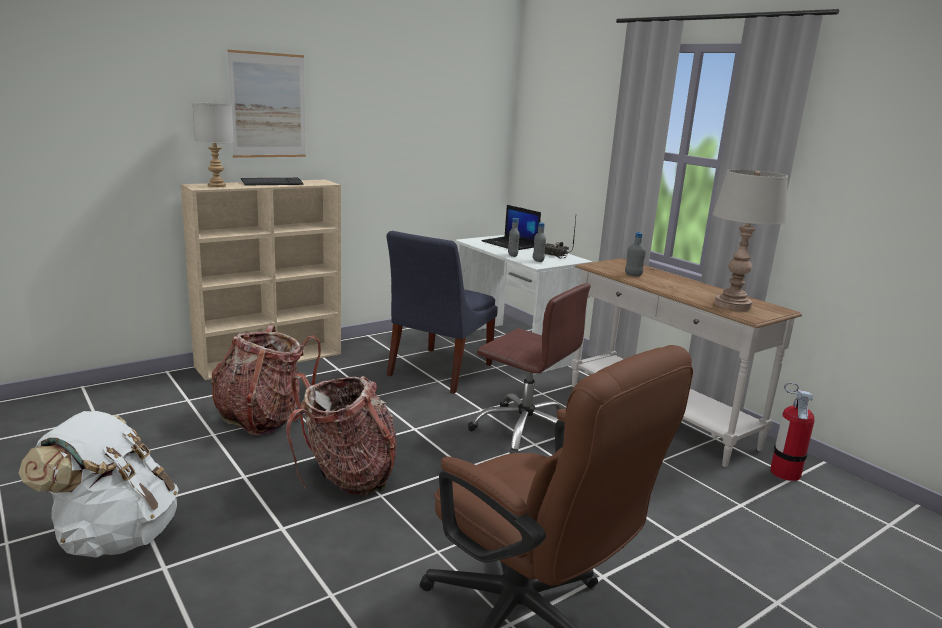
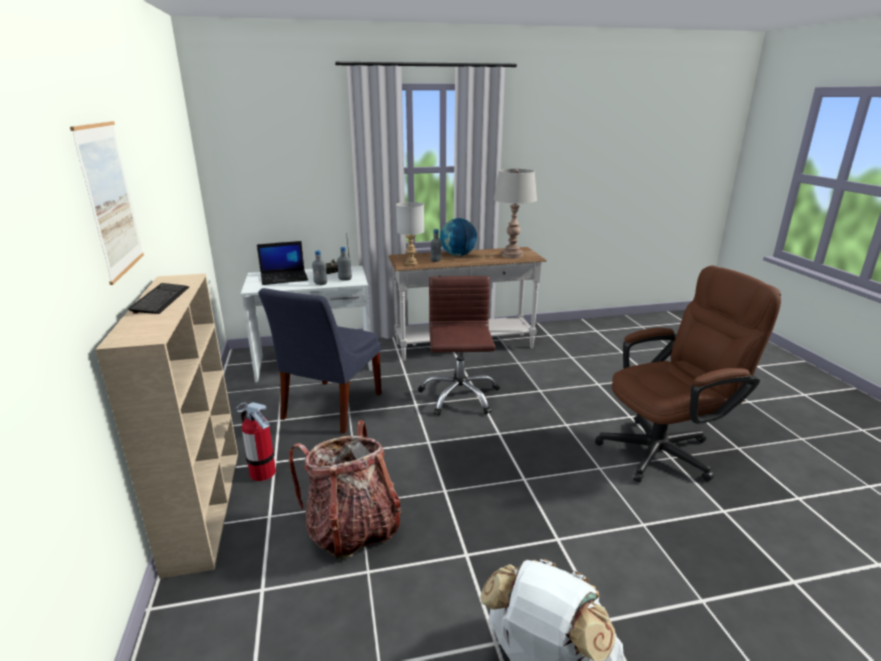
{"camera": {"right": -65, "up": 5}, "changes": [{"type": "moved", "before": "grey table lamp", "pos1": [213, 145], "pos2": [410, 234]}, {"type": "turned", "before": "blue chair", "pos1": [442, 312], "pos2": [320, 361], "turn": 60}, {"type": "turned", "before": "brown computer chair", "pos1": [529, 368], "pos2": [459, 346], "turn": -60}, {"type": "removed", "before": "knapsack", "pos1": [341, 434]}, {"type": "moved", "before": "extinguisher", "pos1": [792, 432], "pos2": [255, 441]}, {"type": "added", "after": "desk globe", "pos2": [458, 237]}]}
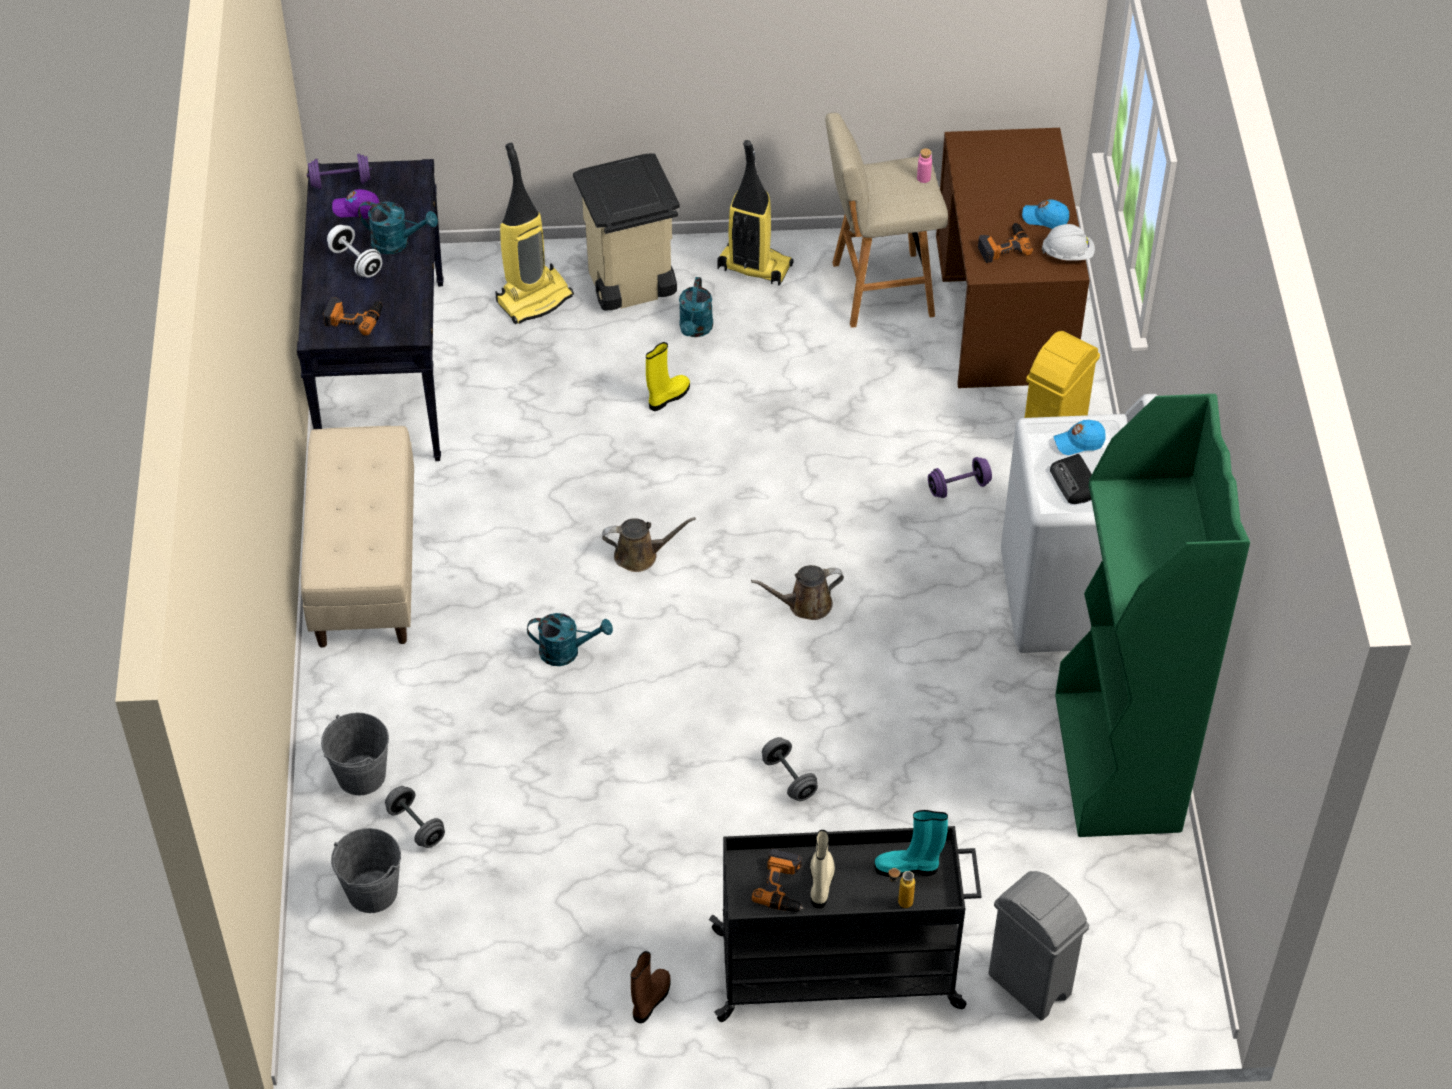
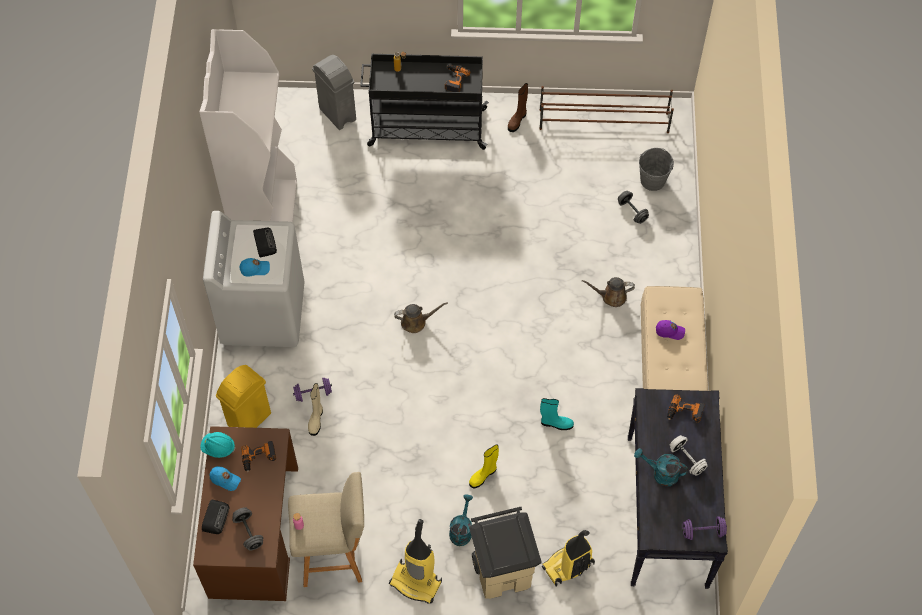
{"camera": {"right": -175, "up": 10}, "changes": [{"type": "moved", "before": "purple-coloured peaked cap", "pos1": [355, 203], "pos2": [670, 330]}, {"type": "recoloured", "before": "white-coloured safety helmet", "after": "blue-green safety helmet", "pos1": [1068, 242], "pos2": [218, 445]}, {"type": "recoloured", "before": "green-coloured shelving unit", "after": "white-coloured shelving unit", "pos1": [1152, 615], "pos2": [248, 125]}, {"type": "moved", "before": "brown watering can", "pos1": [649, 544], "pos2": [608, 292]}, {"type": "removed", "before": "blue-green watering can", "pos1": [570, 639]}, {"type": "removed", "before": "grey bucket", "pos1": [355, 754]}, {"type": "moved", "before": "grey hand weight", "pos1": [790, 769], "pos2": [247, 529]}, {"type": "moved", "before": "blue-green boot", "pos1": [911, 843], "pos2": [557, 414]}, {"type": "moved", "before": "sand-coloured boot", "pos1": [822, 869], "pos2": [315, 409]}, {"type": "added", "after": "brown shoe rack", "pos2": [606, 109]}, {"type": "added", "after": "radio", "pos2": [216, 516]}]}
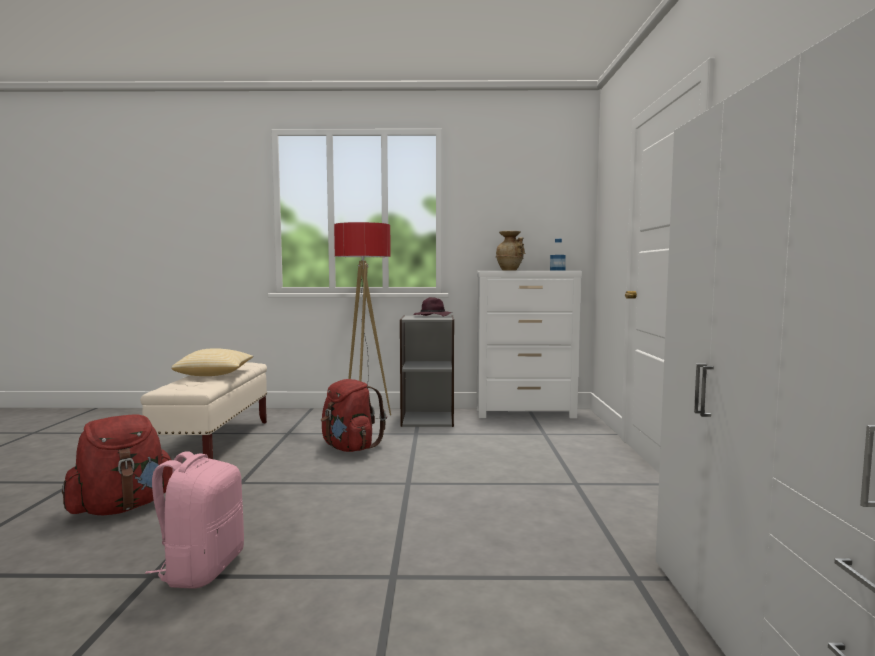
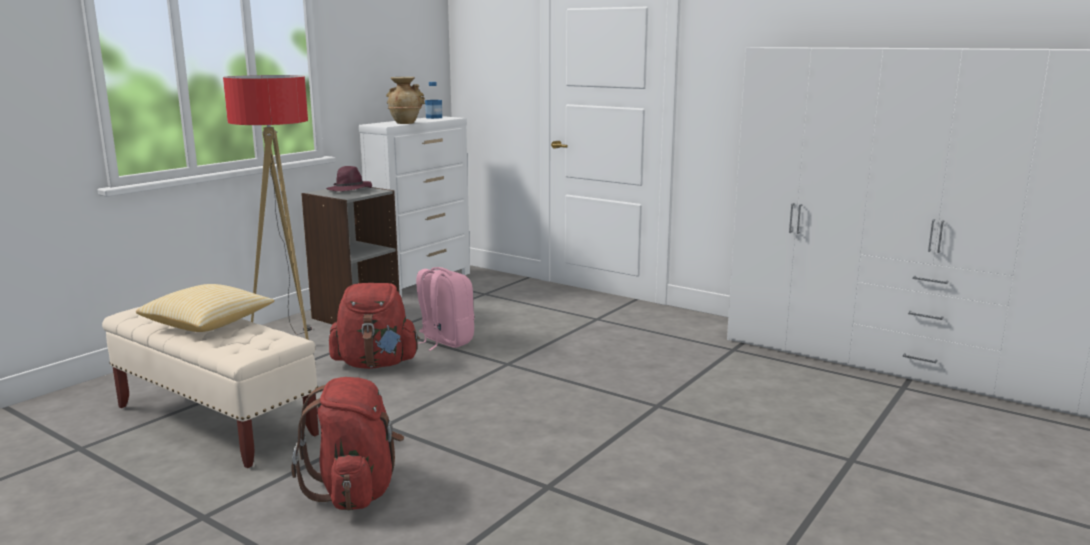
{"camera": {"right": -55, "up": 10}, "changes": [{"type": "moved", "before": "pink knapsack", "pos1": [194, 520], "pos2": [445, 309]}]}
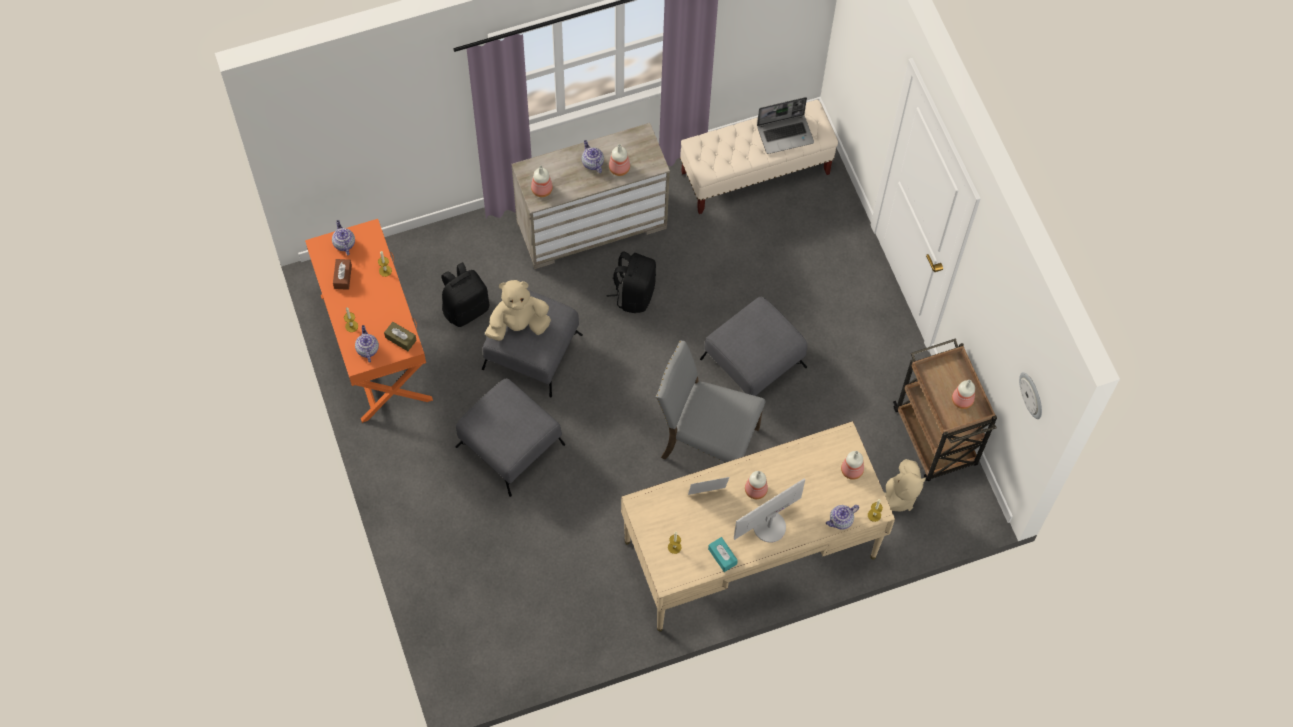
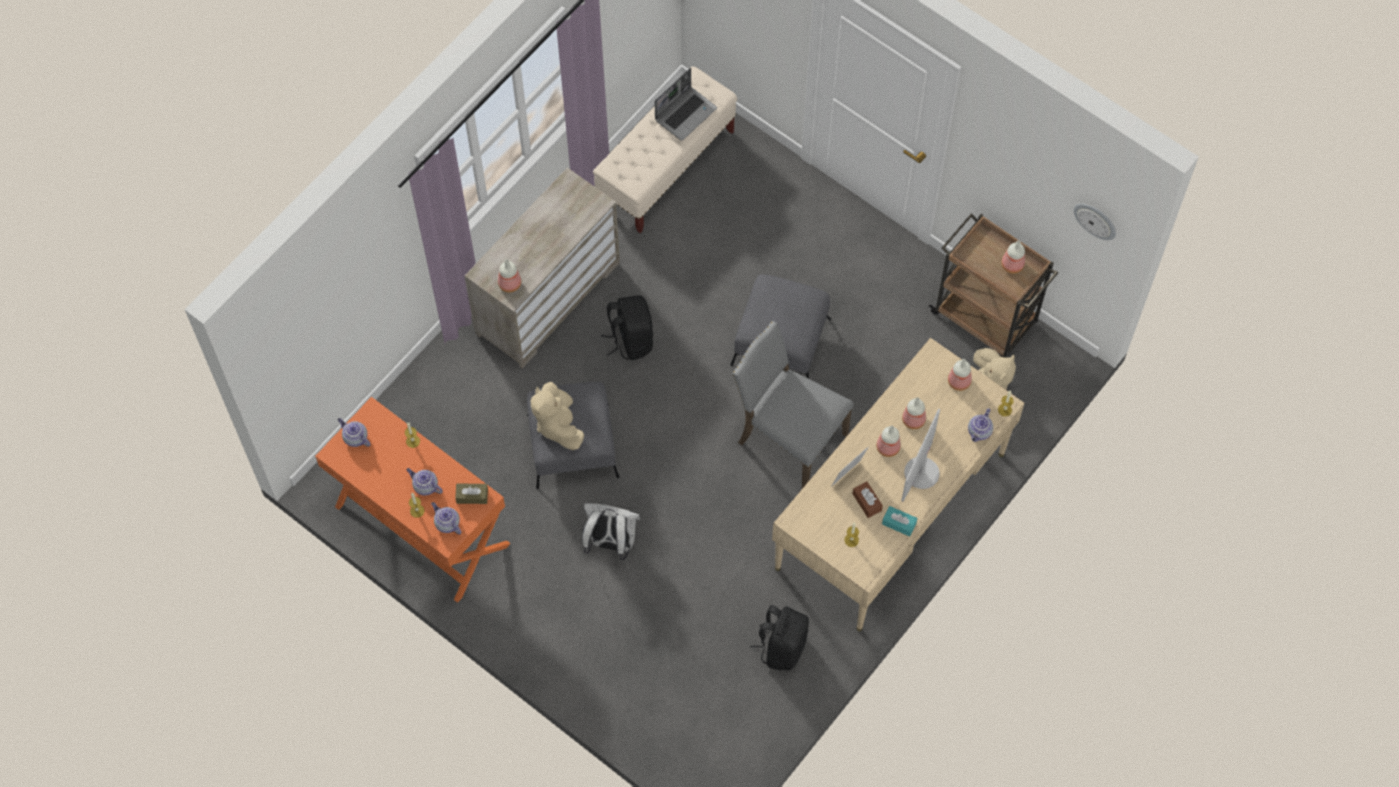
{"camera": {"right": -30, "up": 0}, "changes": [{"type": "moved", "before": "tea pot", "pos1": [593, 156], "pos2": [424, 481]}, {"type": "moved", "before": "beverage bottle", "pos1": [619, 160], "pos2": [914, 413]}, {"type": "moved", "before": "brown box of tissues", "pos1": [342, 274], "pos2": [867, 499]}, {"type": "moved", "before": "black knapsack", "pos1": [465, 294], "pos2": [779, 638]}, {"type": "turned", "before": "sand-coloured plush toy", "pos1": [518, 310], "pos2": [557, 416], "turn": -60}, {"type": "turned", "before": "grey chair", "pos1": [710, 401], "pos2": [793, 404], "turn": 45}, {"type": "replaced", "before": "grey footrest", "after": "white-coloured knapsack", "pos1": [510, 437], "pos2": [611, 531]}]}
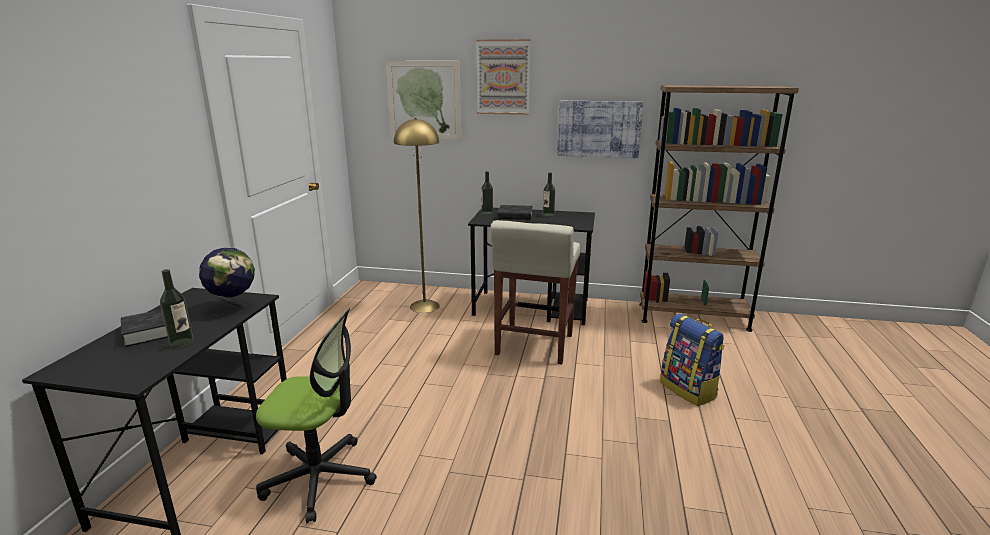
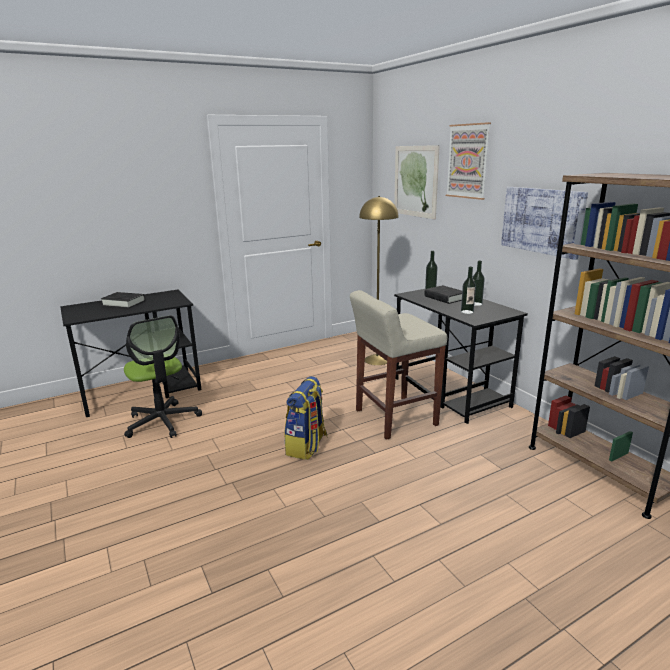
{"camera": {"right": 50, "up": 0}, "changes": [{"type": "removed", "before": "desk globe", "pos1": [227, 282]}, {"type": "moved", "before": "beverage bottle", "pos1": [177, 308], "pos2": [468, 290]}, {"type": "moved", "before": "knapsack", "pos1": [692, 360], "pos2": [306, 418]}]}
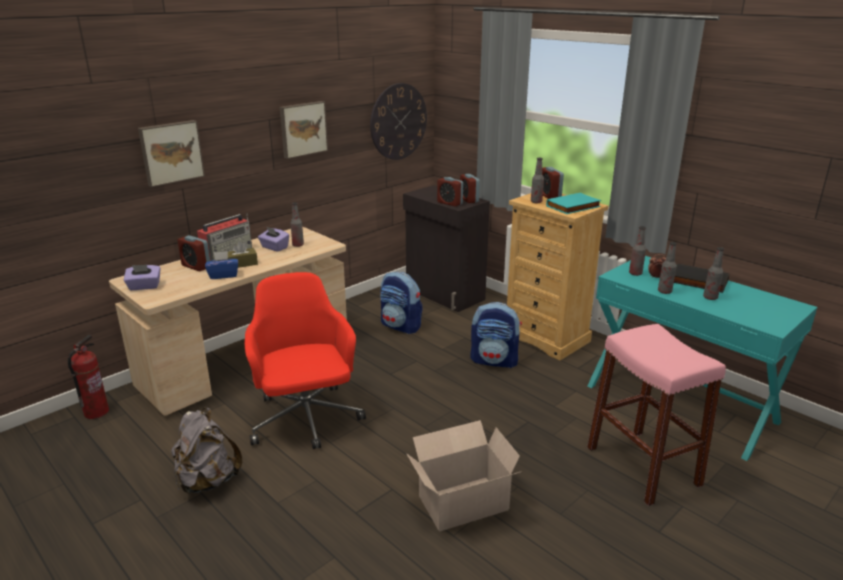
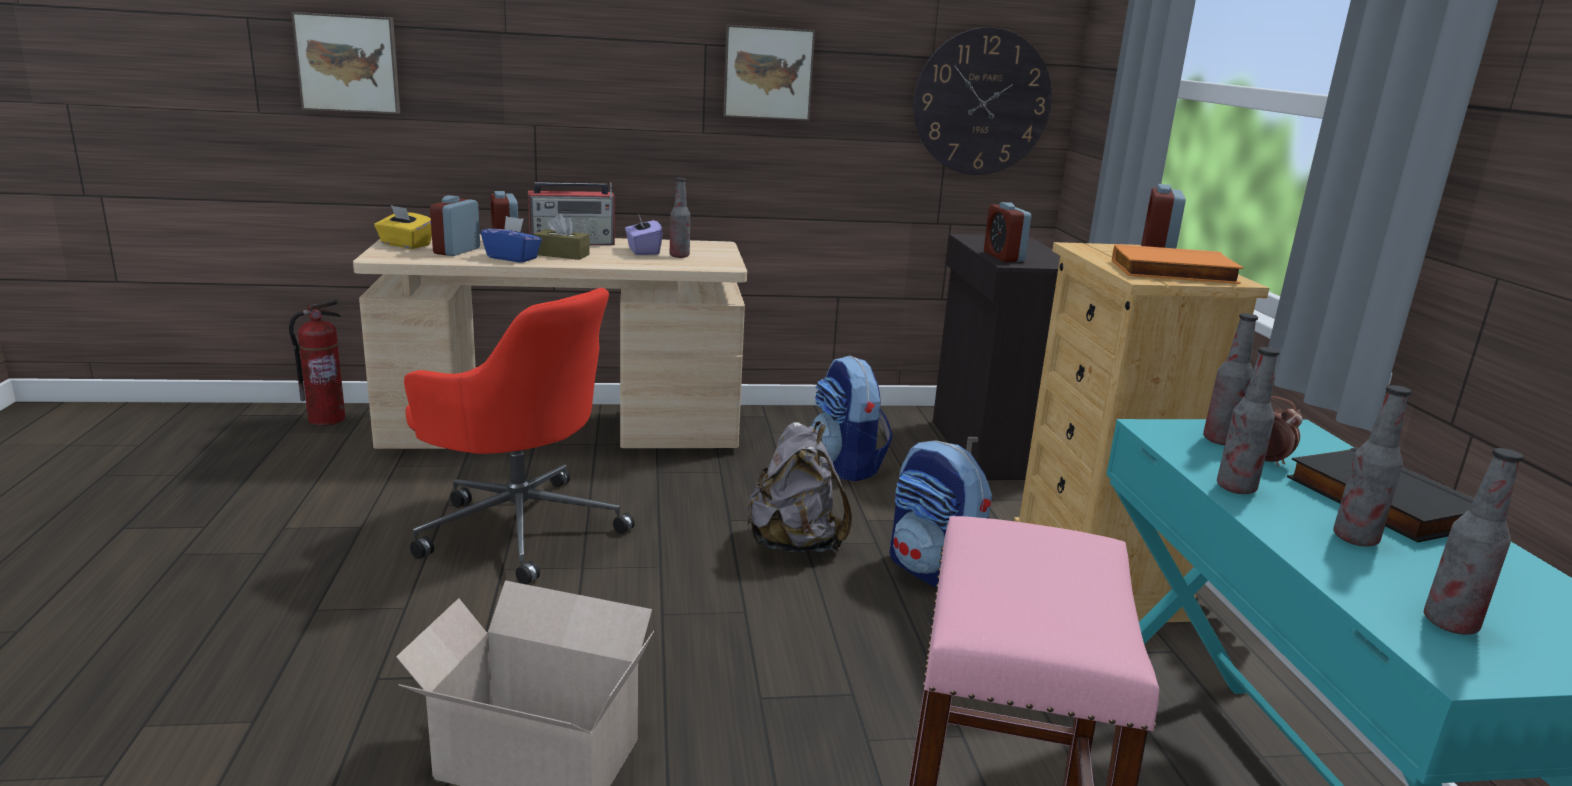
{"camera": {"right": 35, "up": -5}, "changes": [{"type": "moved", "before": "wall art", "pos1": [171, 153], "pos2": [345, 63]}, {"type": "moved", "before": "beverage bottle", "pos1": [537, 180], "pos2": [1474, 541]}, {"type": "moved", "before": "bedside clock", "pos1": [470, 188], "pos2": [455, 225]}, {"type": "recoloured", "before": "blue-green bound book", "after": "orange-coloured bound book", "pos1": [573, 203], "pos2": [1178, 264]}, {"type": "recoloured", "before": "purple-coloured box of tissues", "after": "yellowish box of tissues", "pos1": [142, 277], "pos2": [403, 227]}, {"type": "turned", "before": "red computer chair", "pos1": [305, 360], "pos2": [519, 436], "turn": 105}, {"type": "moved", "before": "grey knapsack", "pos1": [206, 451], "pos2": [799, 486]}]}
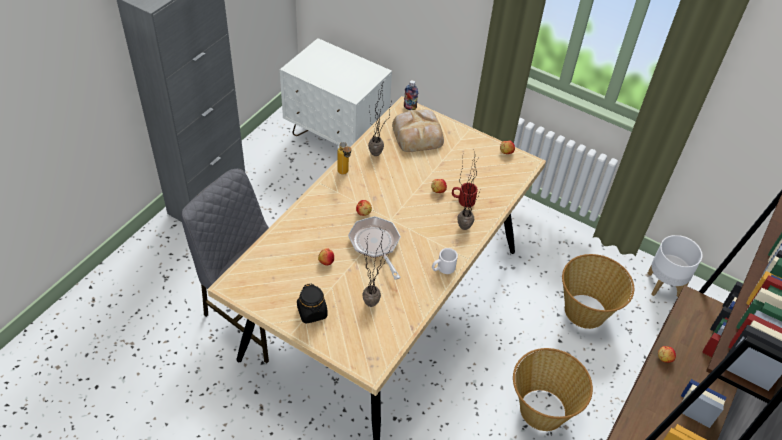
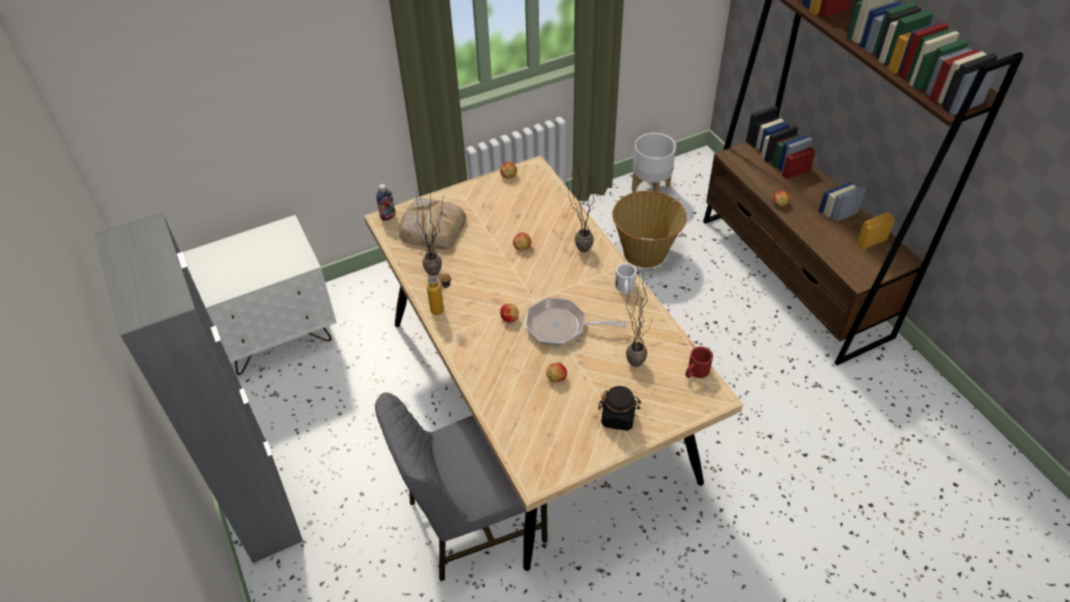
{"camera": {"right": -55, "up": 0}, "changes": [{"type": "moved", "before": "red mug", "pos1": [465, 195], "pos2": [699, 362]}, {"type": "removed", "before": "household basket", "pos1": [553, 389]}]}
